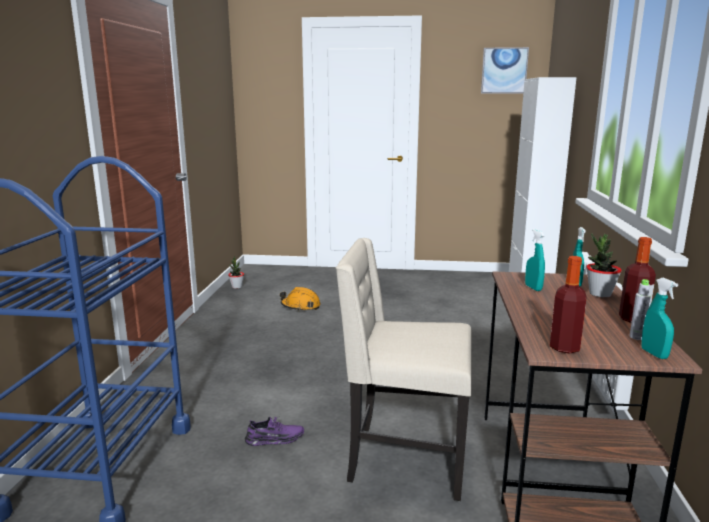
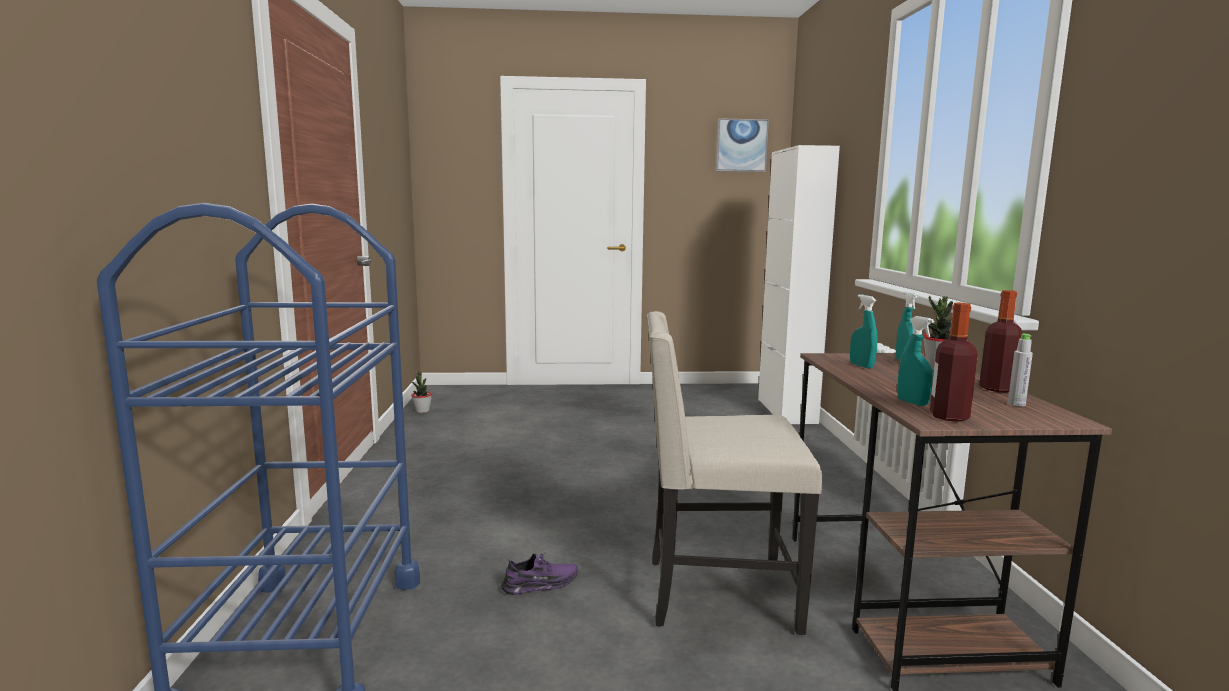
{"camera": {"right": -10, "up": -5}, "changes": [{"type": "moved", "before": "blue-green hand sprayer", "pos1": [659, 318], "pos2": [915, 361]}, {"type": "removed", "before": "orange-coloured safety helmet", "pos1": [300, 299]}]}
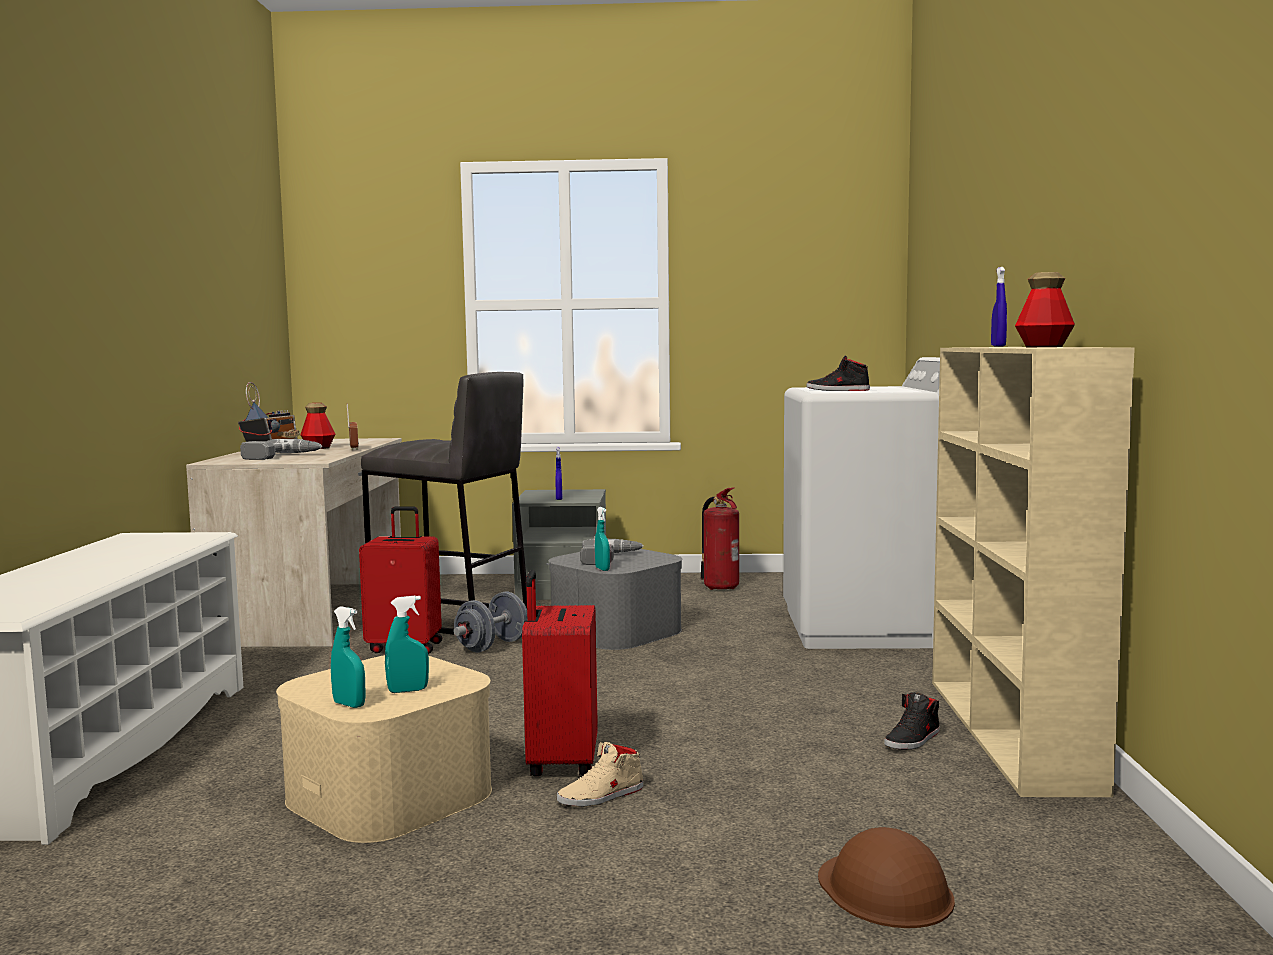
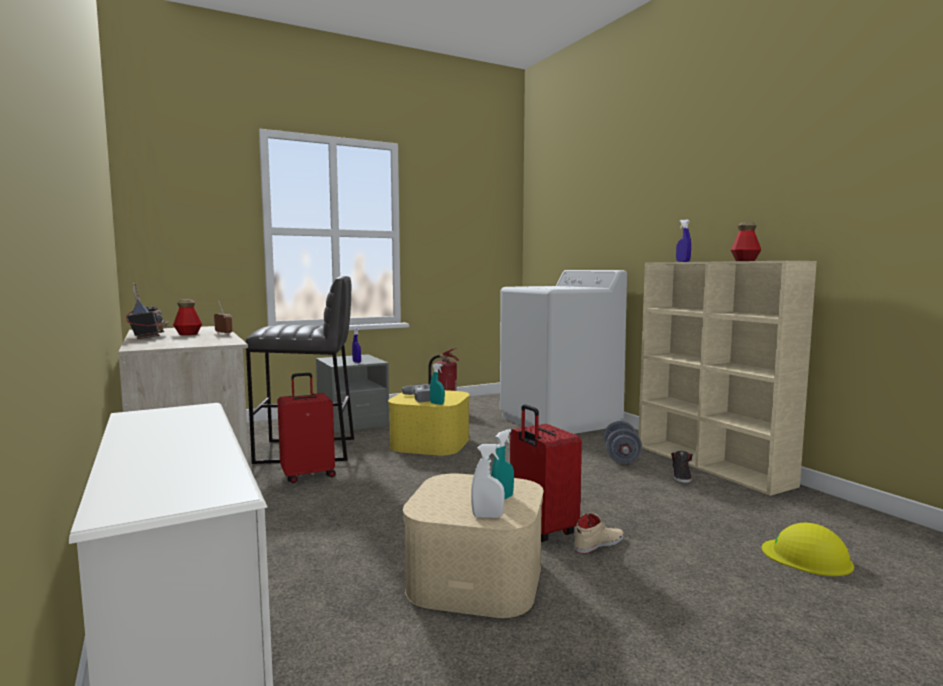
{"camera": {"right": -30, "up": 0}, "changes": [{"type": "removed", "before": "black shoe", "pos1": [838, 373]}, {"type": "removed", "before": "drill", "pos1": [281, 449]}, {"type": "recoloured", "before": "grey storage bin", "after": "yellowish storage bin", "pos1": [615, 599], "pos2": [429, 422]}, {"type": "moved", "before": "grey hand weight", "pos1": [491, 622], "pos2": [622, 442]}, {"type": "recoloured", "before": "blue-green hand sprayer", "after": "white-coloured hand sprayer", "pos1": [348, 657], "pos2": [488, 481]}, {"type": "turned", "before": "sand-coloured shoe", "pos1": [600, 774], "pos2": [599, 533], "turn": -150}, {"type": "recoloured", "before": "brown safety helmet", "after": "yellowish safety helmet", "pos1": [886, 877], "pos2": [808, 549]}]}
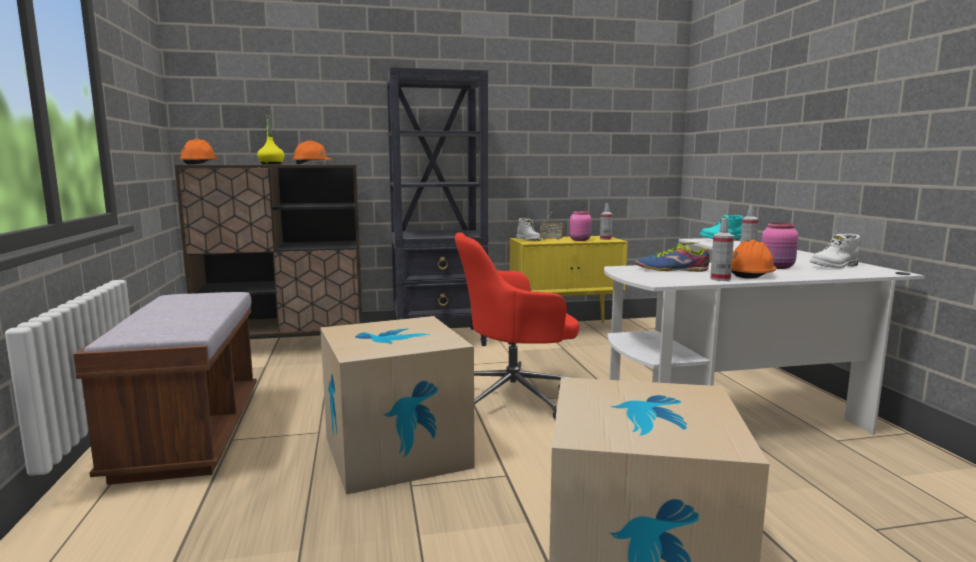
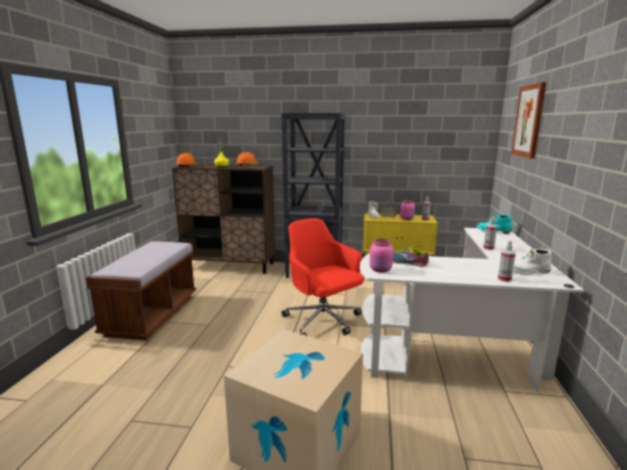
{"camera": {"right": 20, "up": 5}, "changes": [{"type": "moved", "before": "hand sprayer", "pos1": [722, 249], "pos2": [507, 261]}, {"type": "moved", "before": "pink storage jar", "pos1": [780, 245], "pos2": [381, 256]}, {"type": "turned", "before": "red computer chair", "pos1": [517, 326], "pos2": [323, 277], "turn": 45}, {"type": "removed", "before": "orange-coloured safety helmet", "pos1": [754, 259]}, {"type": "removed", "before": "packing box", "pos1": [397, 405]}, {"type": "added", "after": "wall art", "pos2": [528, 120]}]}
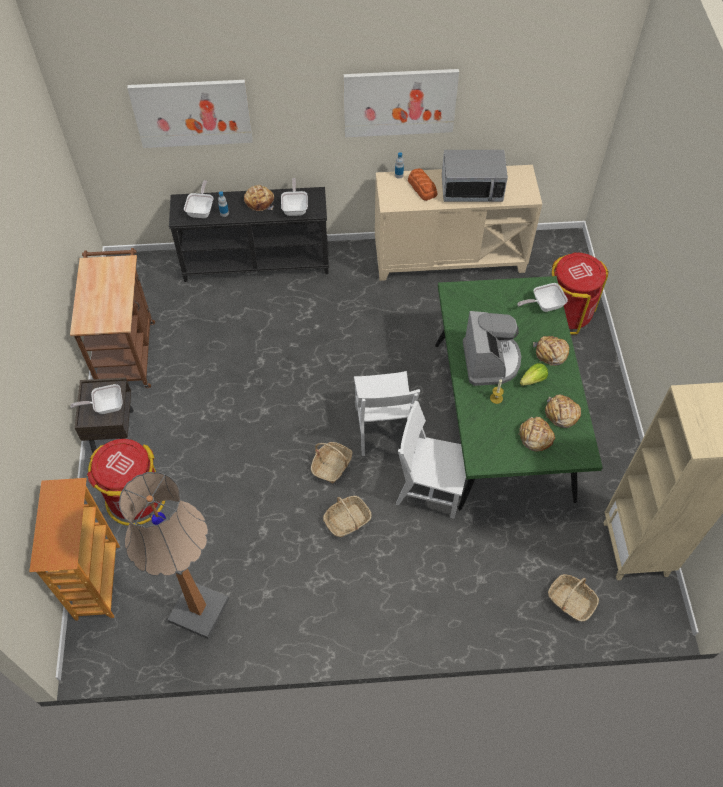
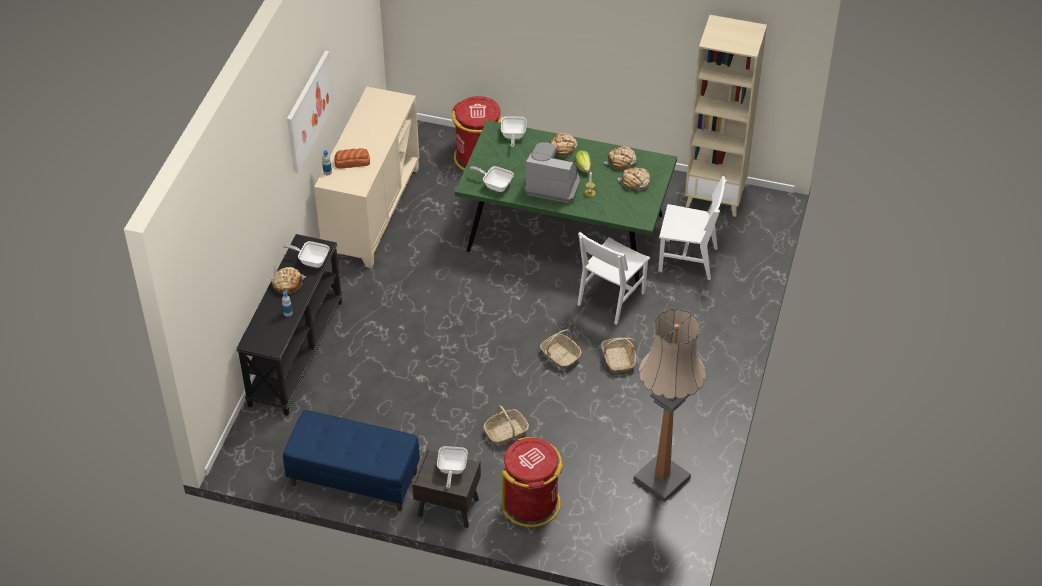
{"camera": {"right": -70, "up": -10}, "changes": [{"type": "removed", "before": "wall art", "pos1": [190, 114]}, {"type": "removed", "before": "microwave", "pos1": [475, 176]}, {"type": "moved", "before": "frying pan", "pos1": [198, 199], "pos2": [492, 179]}, {"type": "replaced", "before": "brown cart", "after": "blue long seat", "pos1": [112, 318], "pos2": [351, 460]}, {"type": "moved", "before": "white-coloured chair", "pos1": [387, 413], "pos2": [692, 228]}, {"type": "removed", "before": "shelving unit", "pos1": [74, 549]}, {"type": "moved", "before": "household basket", "pos1": [573, 597], "pos2": [506, 425]}]}
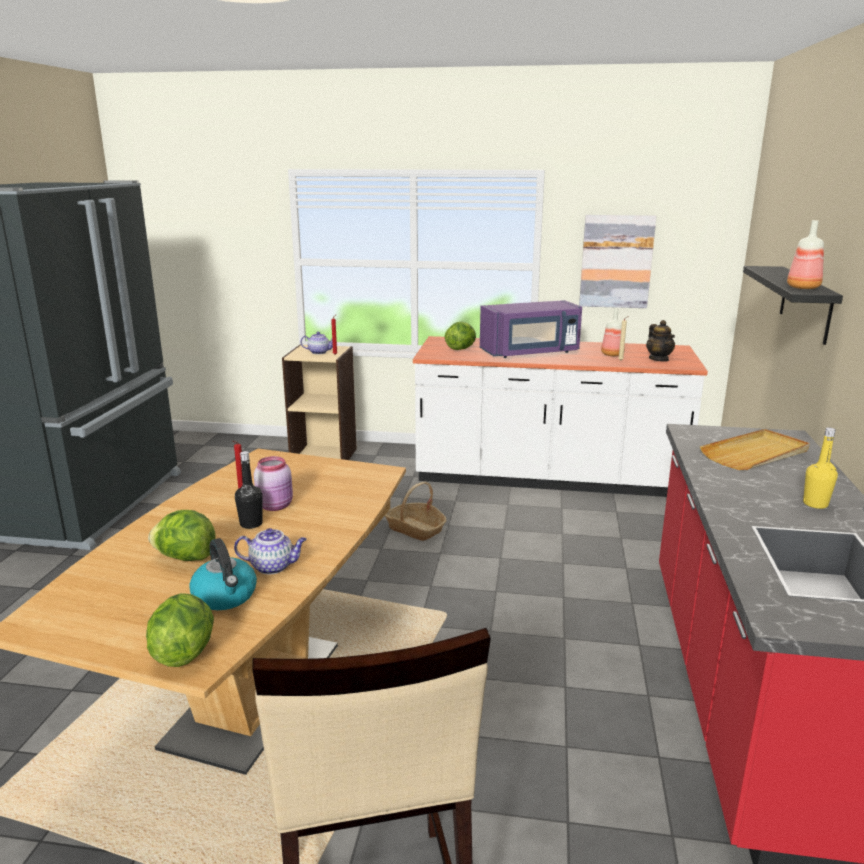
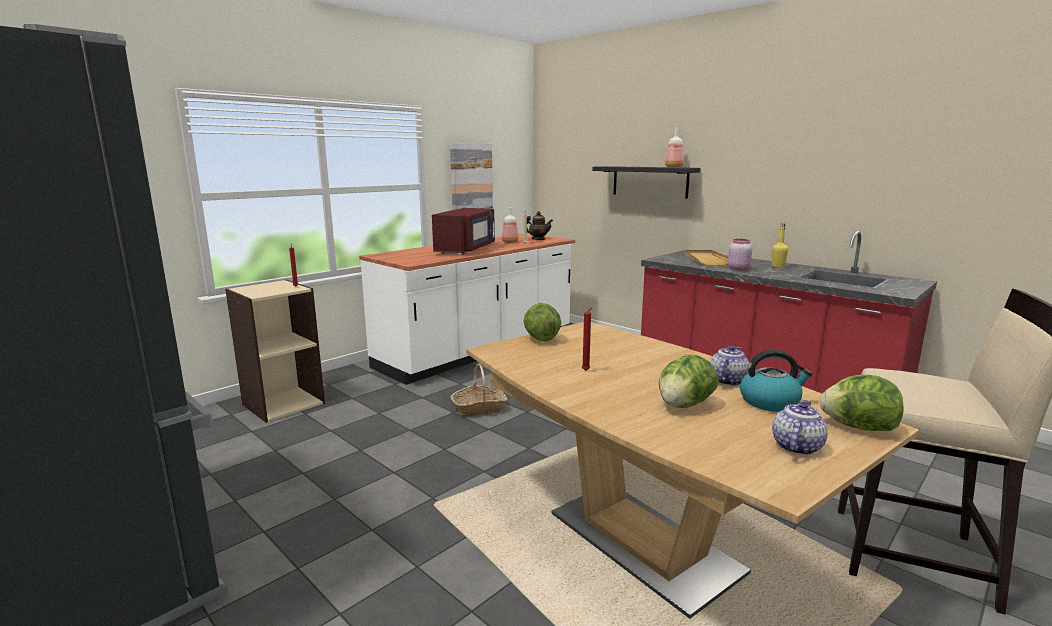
{"camera": {"right": -55, "up": -5}, "changes": [{"type": "recoloured", "before": "purple-coloured microwave", "after": "red microwave", "pos1": [531, 329], "pos2": [463, 231]}, {"type": "moved", "before": "lettuce head", "pos1": [460, 336], "pos2": [542, 322]}, {"type": "moved", "before": "tea pot", "pos1": [316, 343], "pos2": [800, 427]}, {"type": "removed", "before": "black beverage bottle", "pos1": [249, 490]}, {"type": "moved", "before": "pink storage jar", "pos1": [273, 483], "pos2": [740, 254]}]}
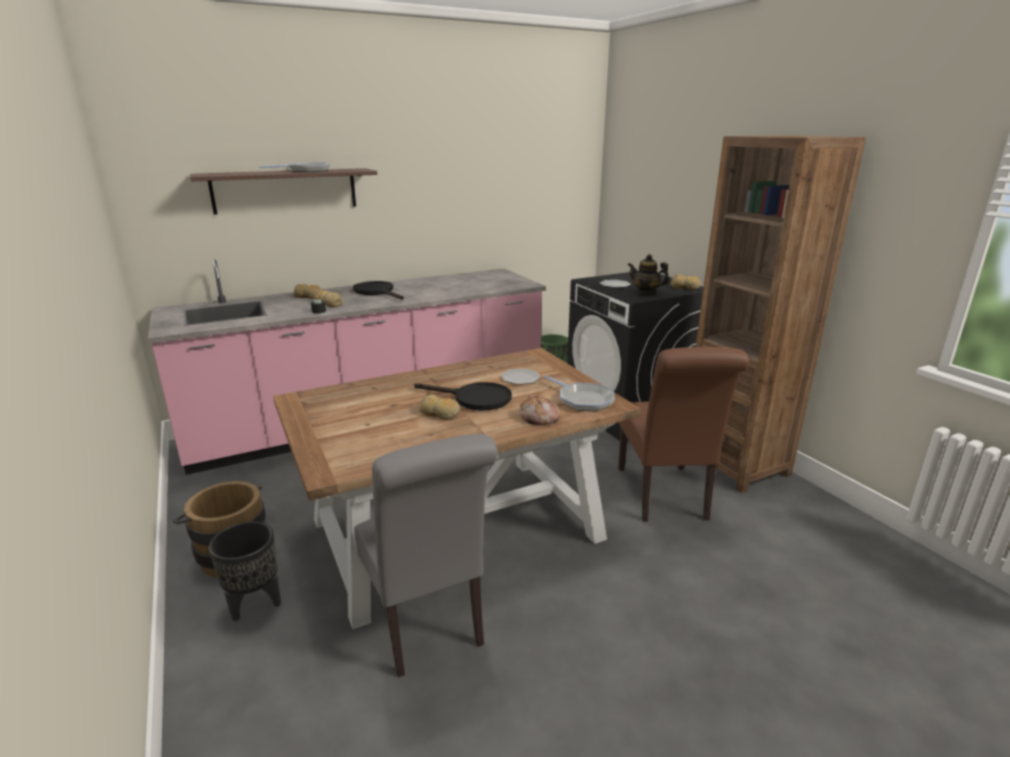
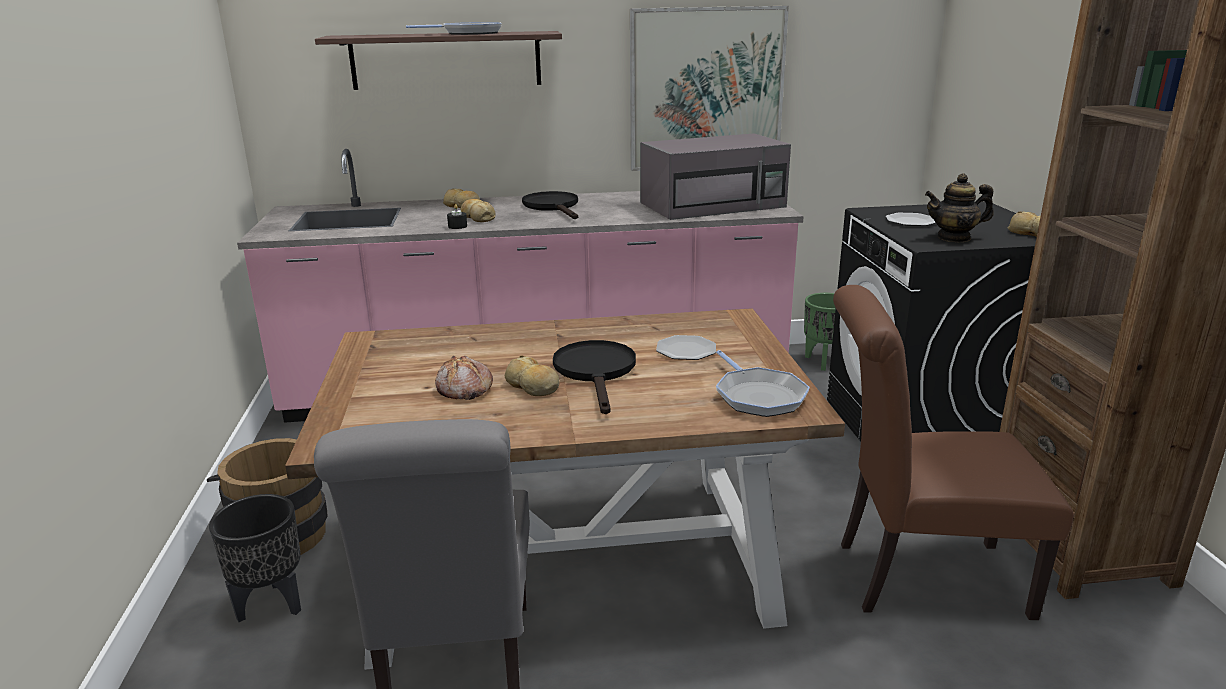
{"camera": {"right": 20, "up": 0}, "changes": [{"type": "turned", "before": "tea pot", "pos1": [649, 275], "pos2": [959, 207], "turn": -45}, {"type": "turned", "before": "brown chair", "pos1": [683, 434], "pos2": [953, 452], "turn": 75}, {"type": "turned", "before": "black frying pan", "pos1": [463, 396], "pos2": [594, 377], "turn": -135}, {"type": "moved", "before": "bread", "pos1": [540, 410], "pos2": [464, 377]}, {"type": "added", "after": "wall art", "pos2": [709, 88]}, {"type": "added", "after": "grey microwave", "pos2": [715, 177]}]}
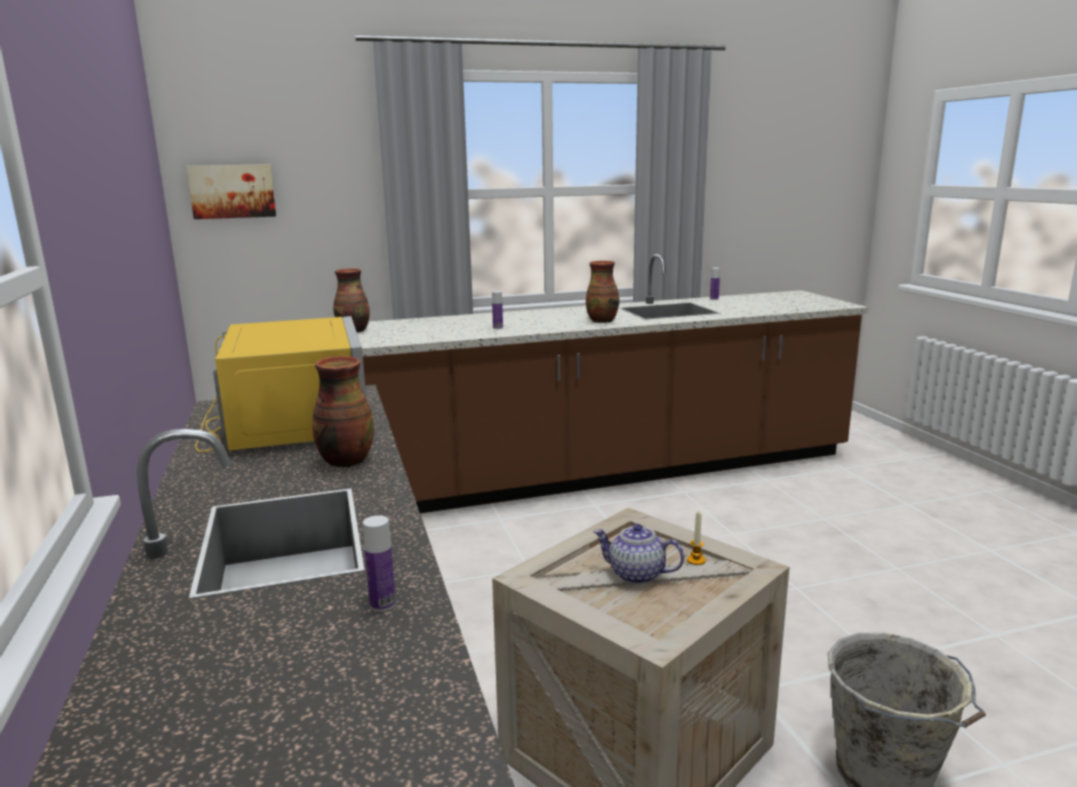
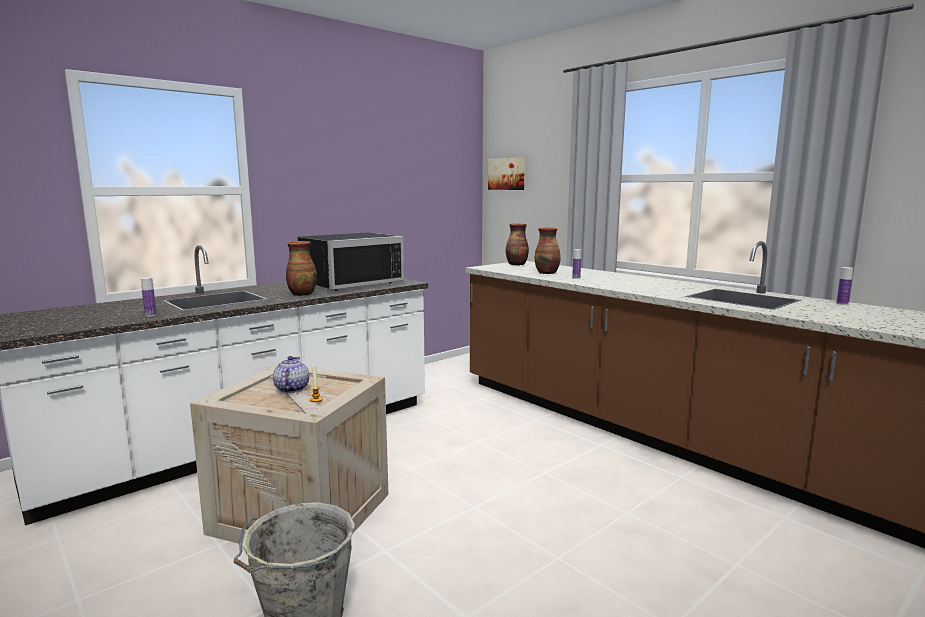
{"camera": {"right": 65, "up": -5}, "changes": [{"type": "moved", "before": "vase", "pos1": [602, 292], "pos2": [548, 251]}, {"type": "recoloured", "before": "yellowish microwave", "after": "black microwave", "pos1": [280, 384], "pos2": [350, 261]}]}
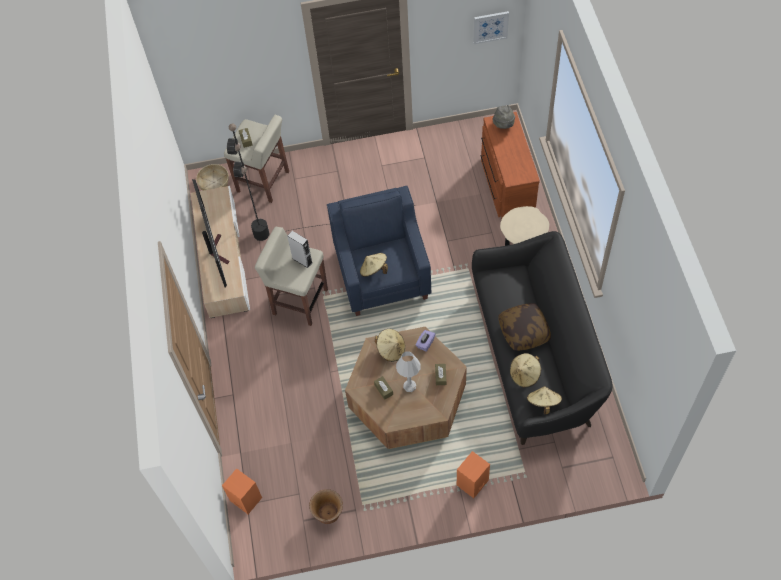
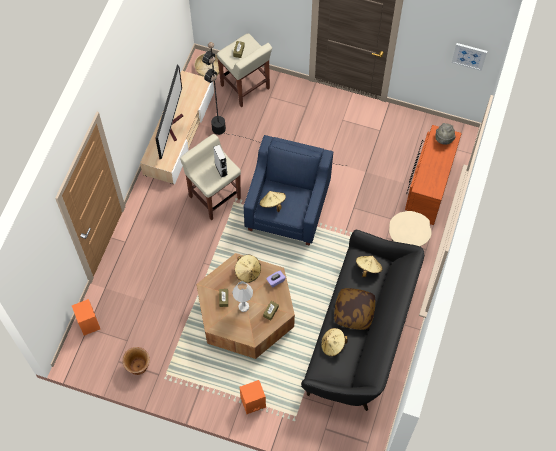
{"camera": {"right": 25, "up": 5}, "changes": [{"type": "moved", "before": "sand-coloured hat", "pos1": [544, 400], "pos2": [369, 266]}]}
